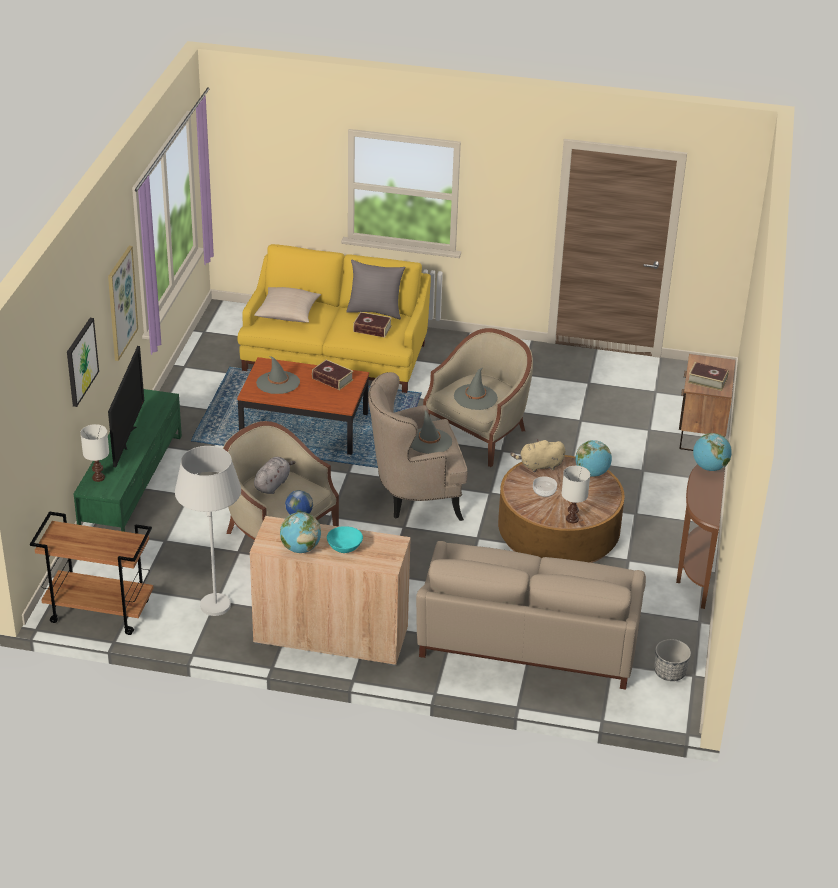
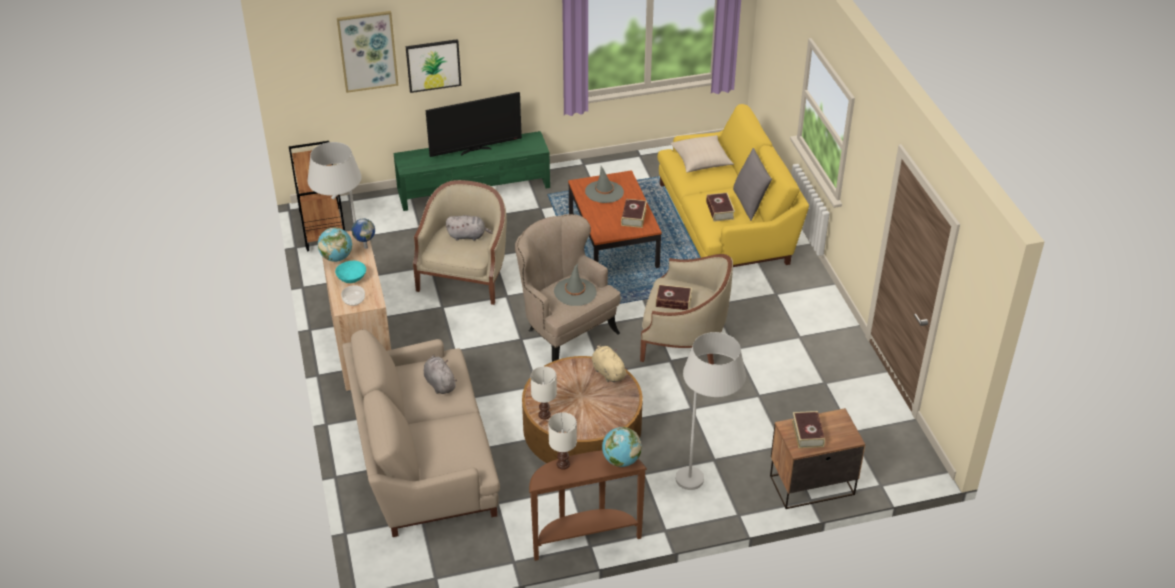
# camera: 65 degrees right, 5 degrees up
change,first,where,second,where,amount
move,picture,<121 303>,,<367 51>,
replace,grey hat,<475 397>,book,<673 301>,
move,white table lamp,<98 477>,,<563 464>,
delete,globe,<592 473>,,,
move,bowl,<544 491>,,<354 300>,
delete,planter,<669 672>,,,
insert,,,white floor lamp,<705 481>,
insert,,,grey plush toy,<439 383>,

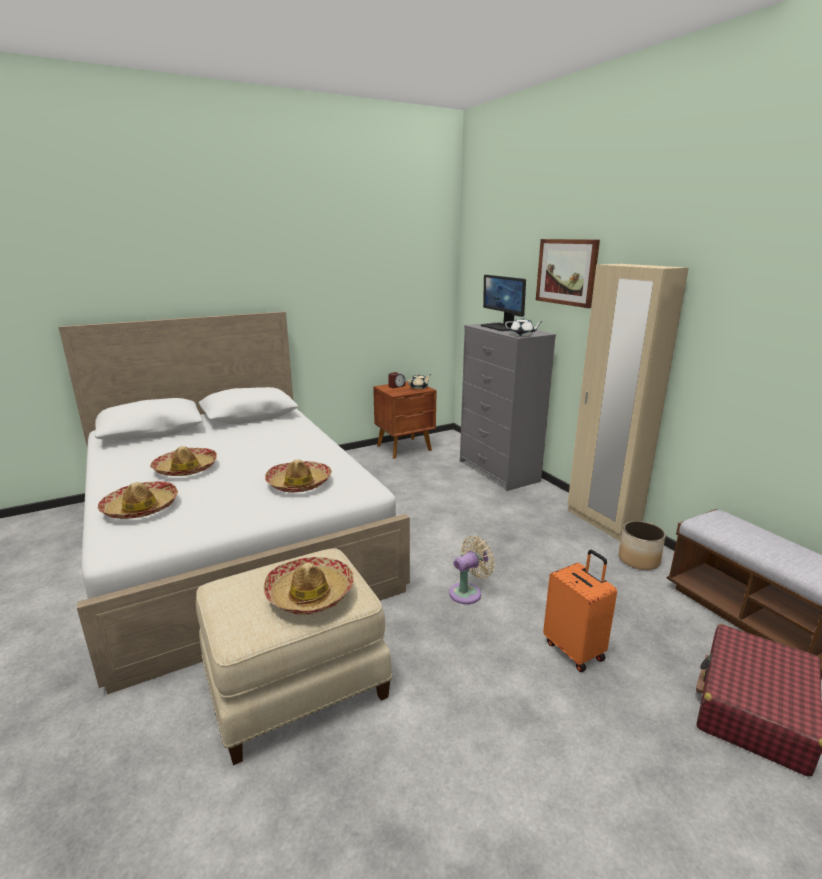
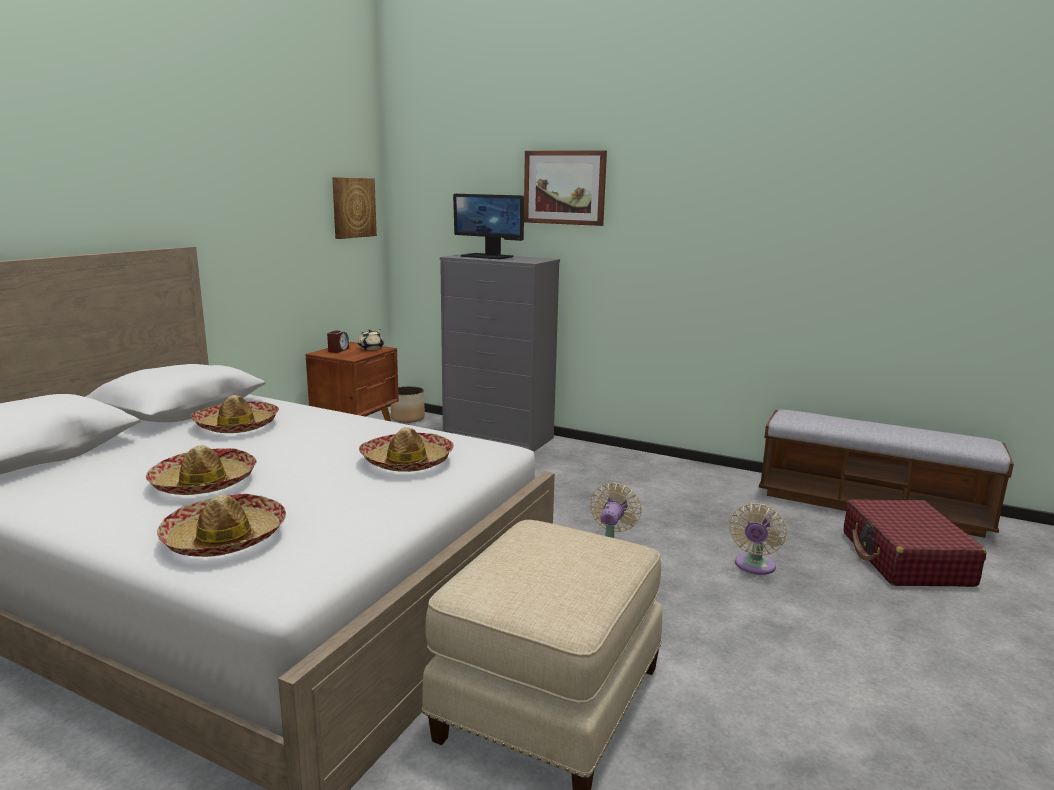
# camera: 35 degrees left, 5 degrees down
change,first,where,second,where,amount
delete,beige wardrobe,<601 522>,,,
delete,white teapot,<522 335>,,,
move,planter,<639 560>,,<408 418>,
replace,orange suitcase,<575 650>,beige fan,<754 566>,
move,hat,<310 593>,,<237 426>,
insert,,,picture,<353 207>,

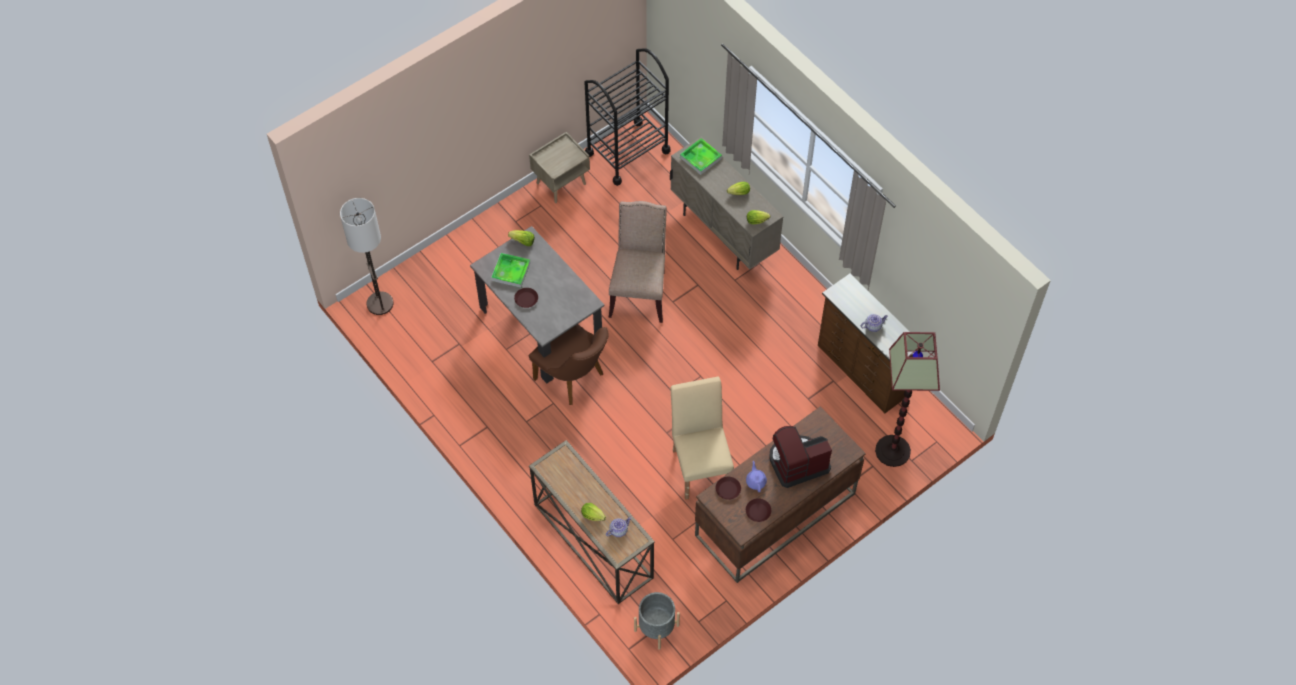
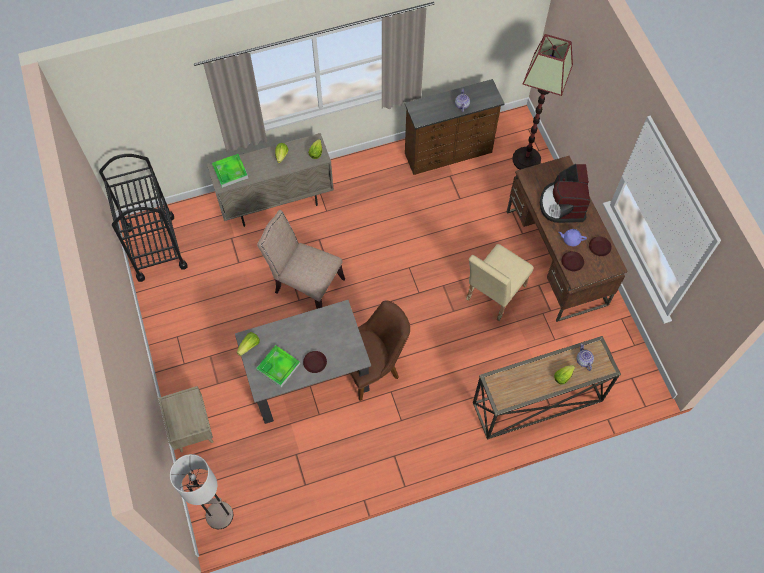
# camera: 70 degrees left, 5 degrees up
change,first,where,second,where,amount
move,beige nightstand,<561 183>,,<192 429>,
rotate,beige chair,<700 465>,,<493 296>,60 degrees counterclockwise
delete,grey planter,<656 628>,,,

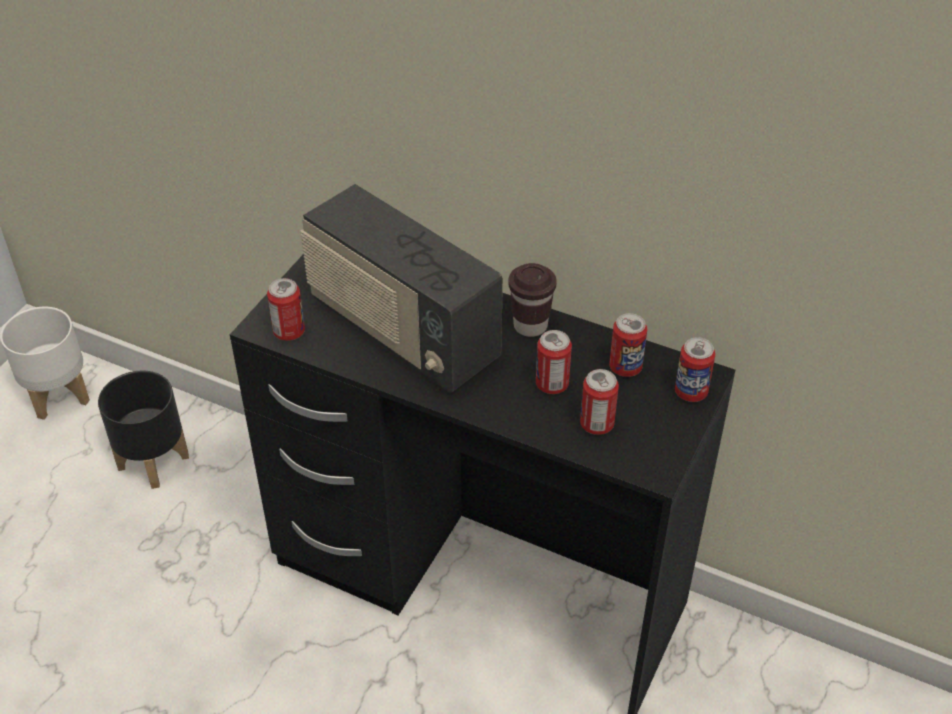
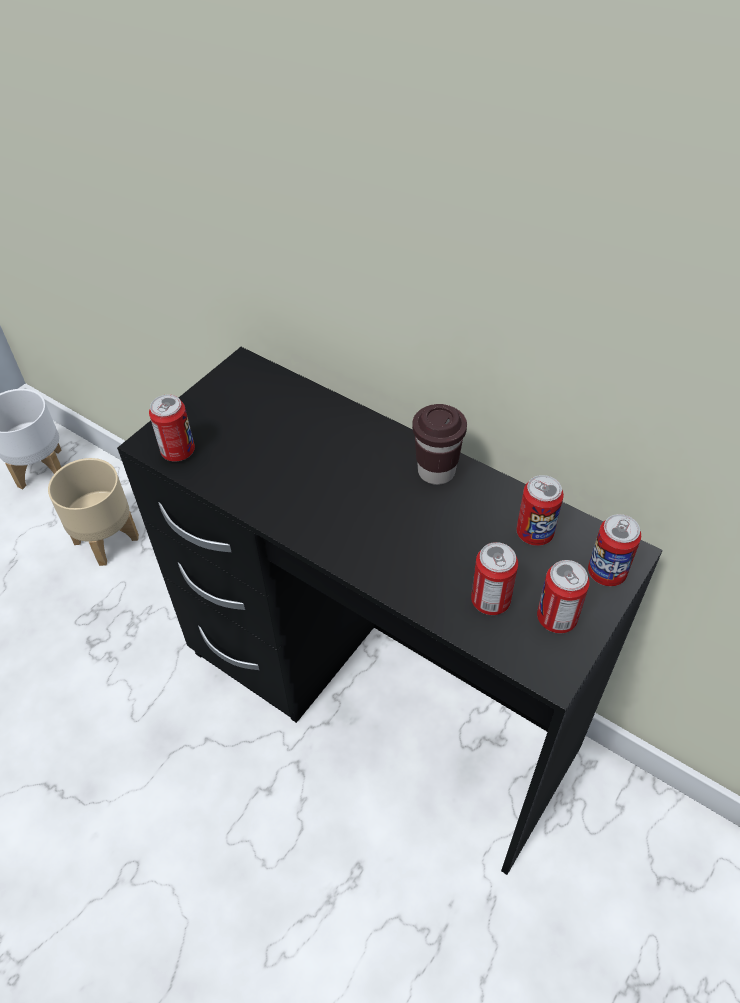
# camera: 10 degrees right, 5 degrees up
change,first,where,second,where,amount
delete,radio,<401 332>,,,
move,can,<552 384>,,<556 618>,
recolor,black planter,<154 461>,beige planter,<107 539>,

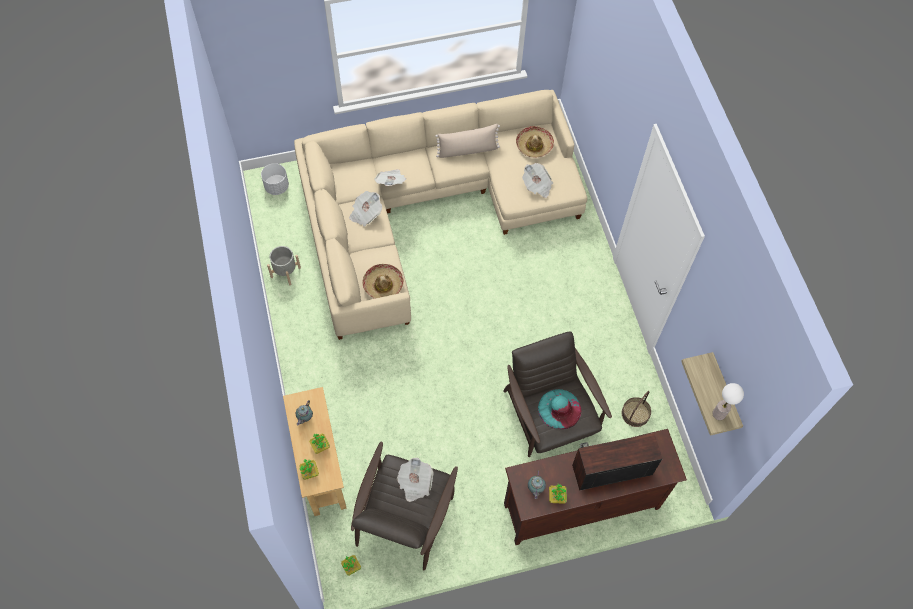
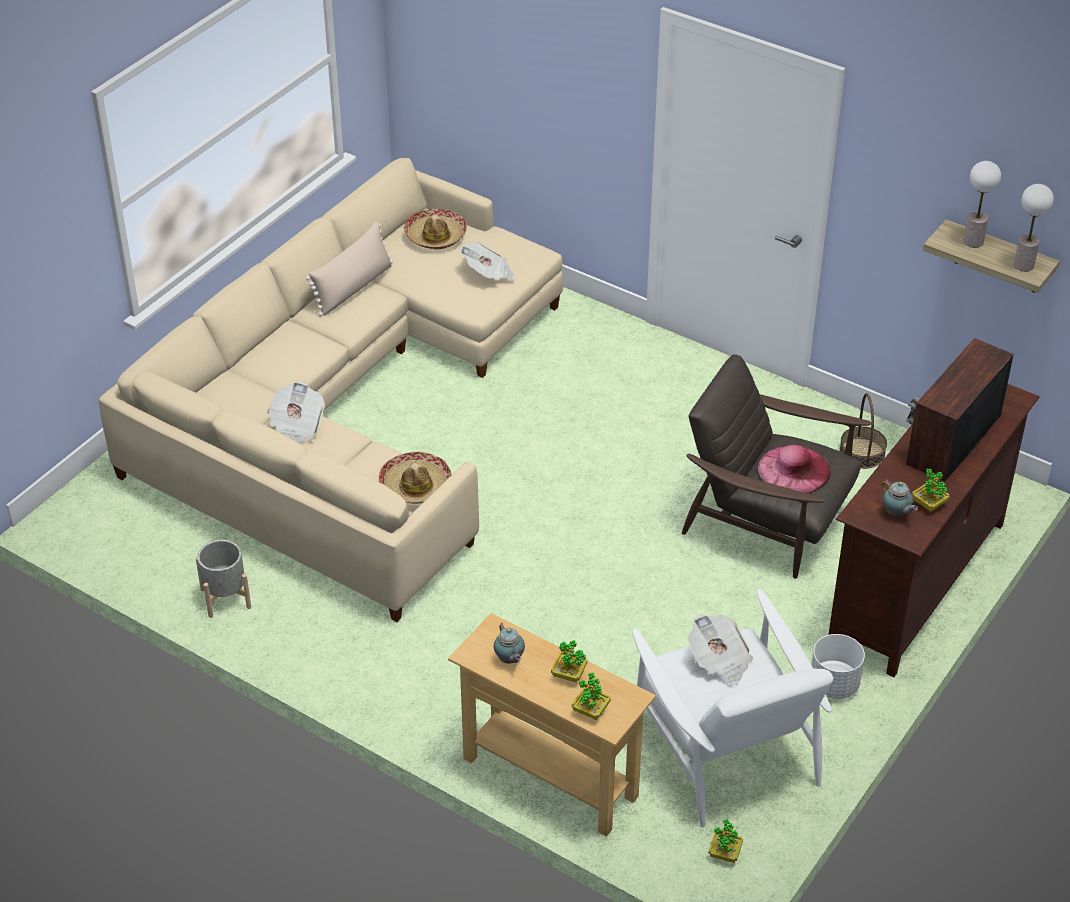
# camera: 40 degrees left, 20 degrees down
change,first,where,second,where,amount
move,white planter,<277 186>,,<834 684>,
delete,newspaper,<391 182>,,,
recolor,turquoise hat,<559 409>,pink hat,<794 470>,
recolor,brown armchair,<404 517>,white armchair,<725 749>,
insert,,,table lamp,<973 242>,

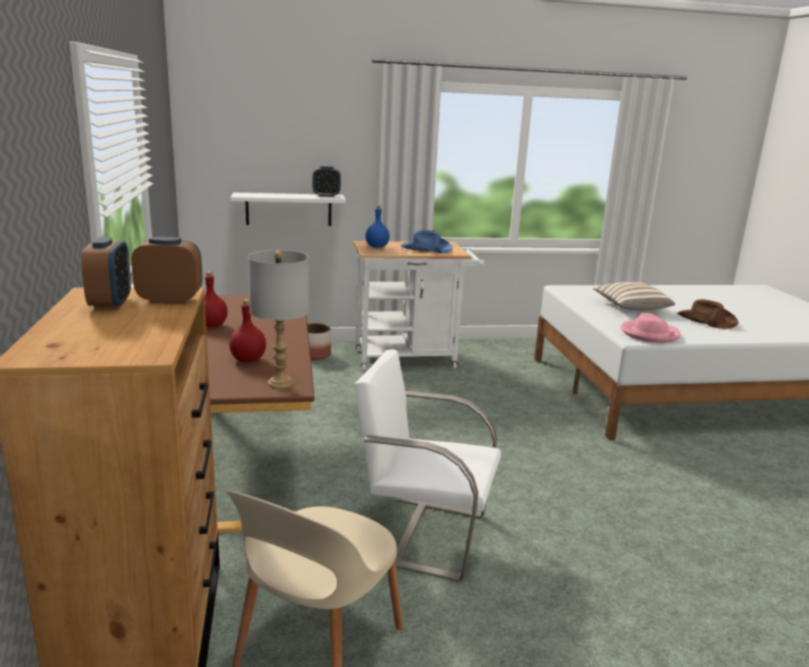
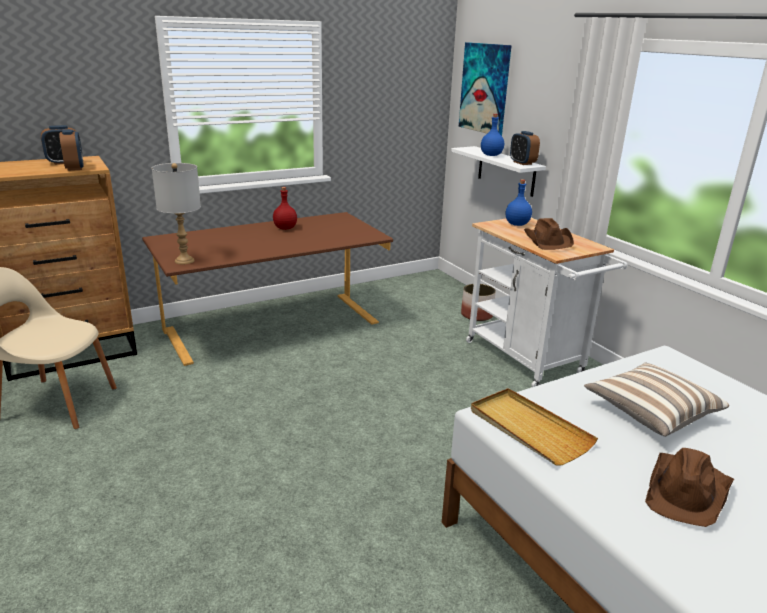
# camera: 70 degrees right, 5 degrees up
change,first,where,second,where,amount
recolor,blue hat,<425 249>,brown hat,<548 241>,
delete,red bottle,<248 360>,,,
replace,pink hat,<649 334>,beige tray,<528 429>,
delete,white chair,<424 534>,,,
insert,,,picture,<485 88>,
insert,,,blue bottle,<491 155>,

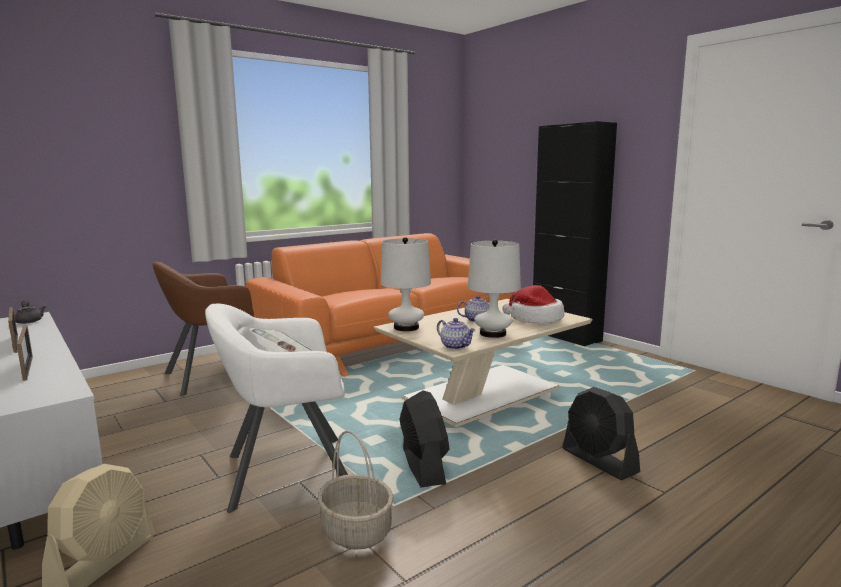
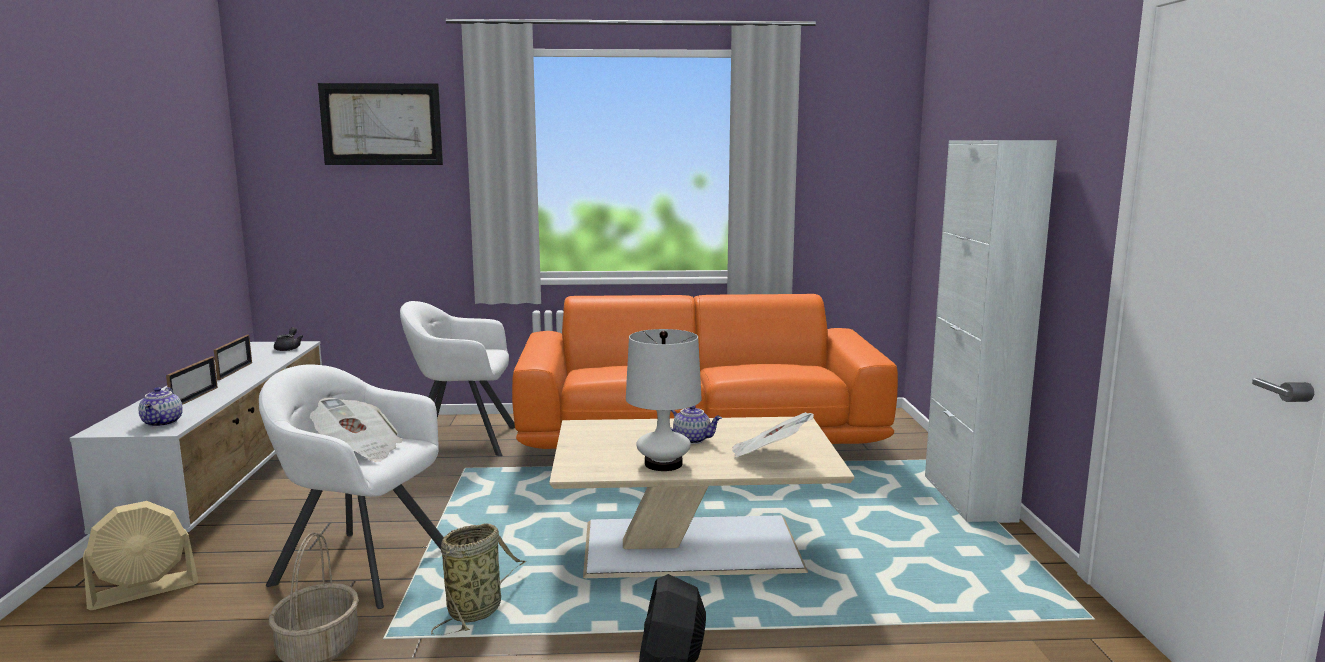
# camera: 35 degrees right, 0 degrees up
change,first,where,second,where,amount
recolor,black cabinet,<566 336>,white cabinet,<969 498>,
delete,white table lamp,<406 327>,,,
recolor,brown armchair,<212 375>,white armchair,<462 440>,
replace,hat,<534 319>,newspaper,<768 456>,
move,teapot,<456 346>,,<163 423>,
replace,black fan,<423 466>,basket,<477 610>,
insert,,,picture,<381 124>,

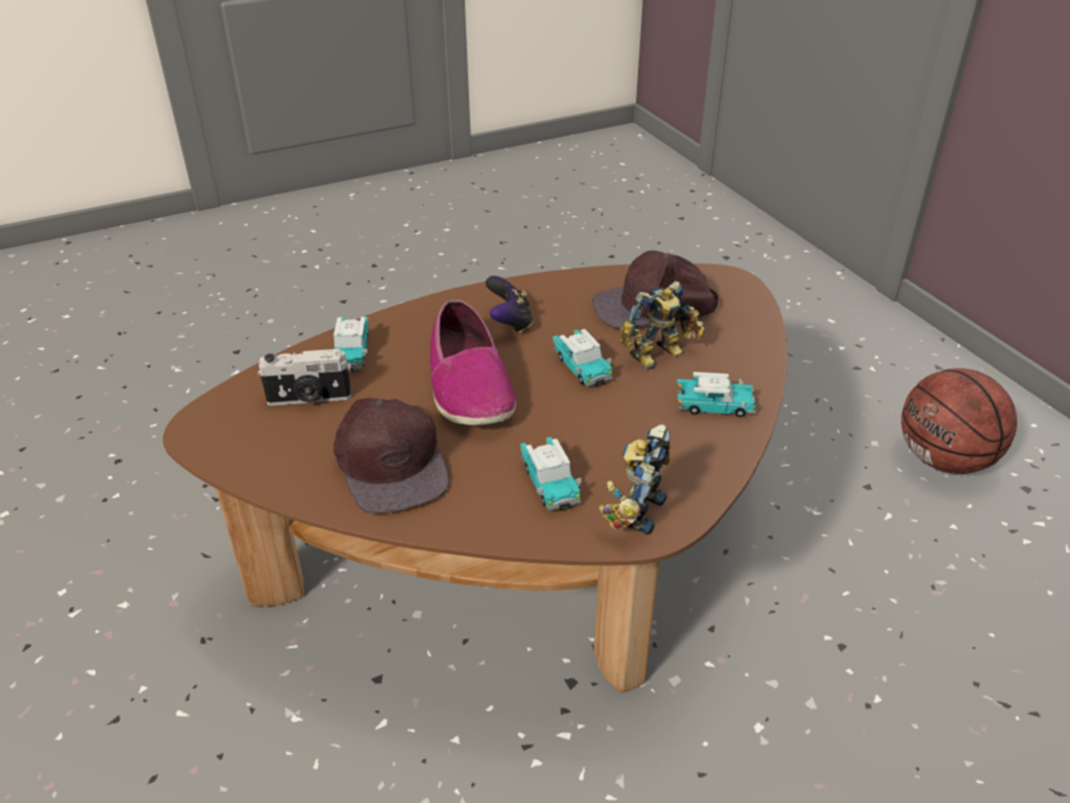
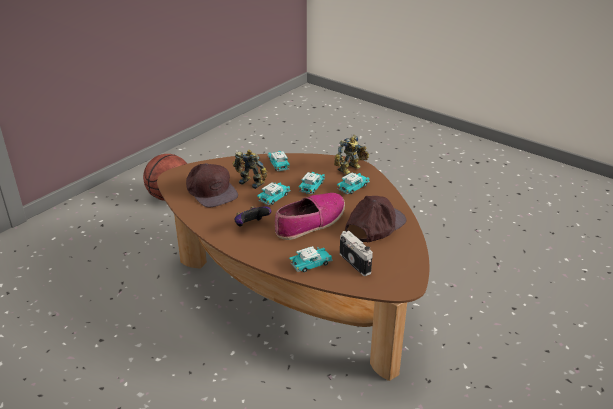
# camera: 115 degrees left, 5 degrees down
change,first,where,second,where,amount
rotate,toy robot,<635 510>,,<351 169>,45 degrees counterclockwise
insert,,,toy car,<312 187>,

